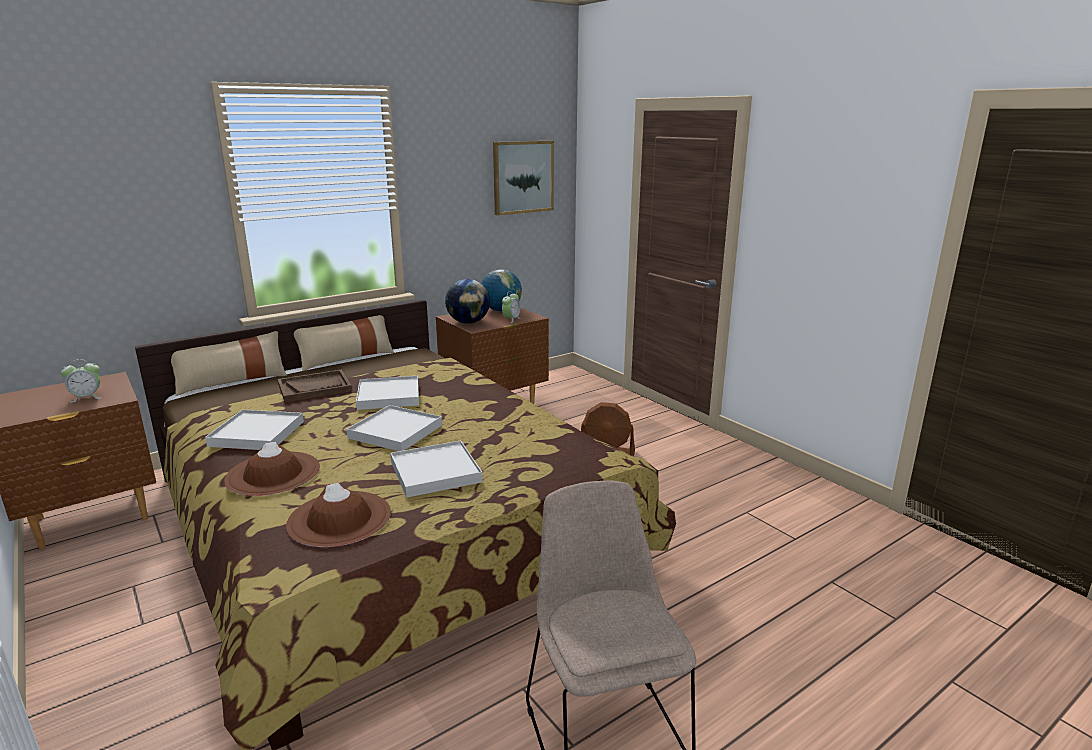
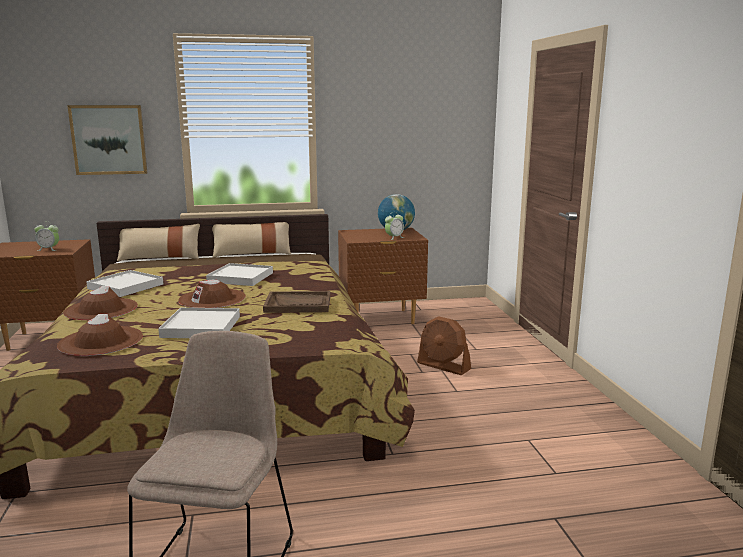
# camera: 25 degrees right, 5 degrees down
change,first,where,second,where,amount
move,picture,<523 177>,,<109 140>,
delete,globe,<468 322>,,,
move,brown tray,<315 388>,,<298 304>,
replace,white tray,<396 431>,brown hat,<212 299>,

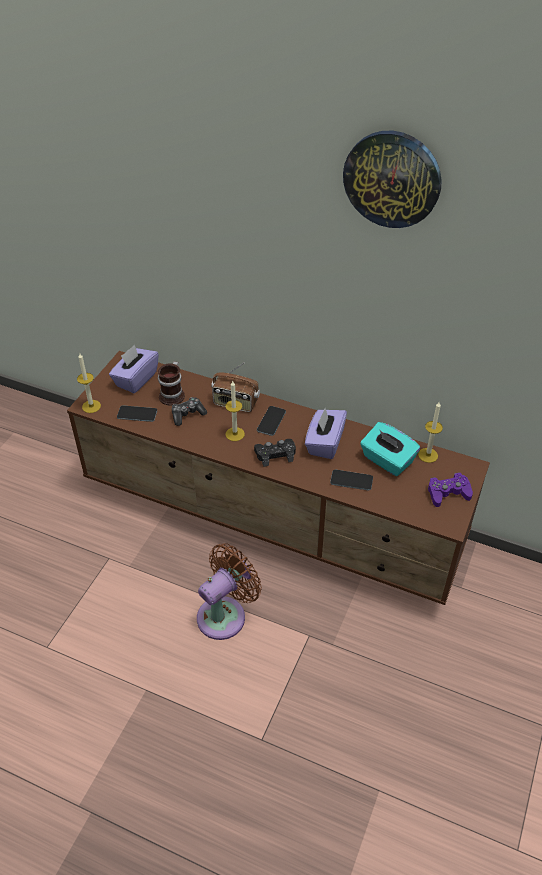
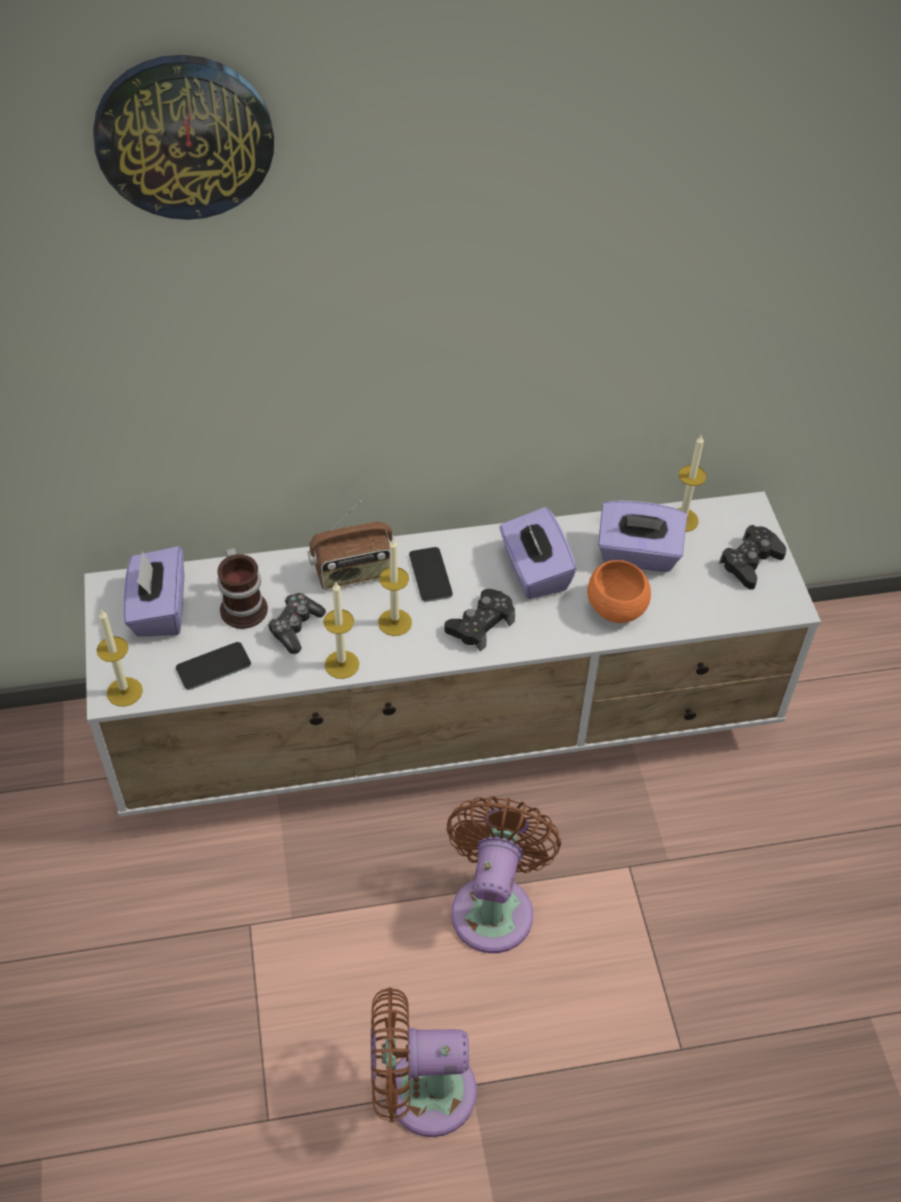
# camera: 35 degrees left, 5 degrees up
change,first,where,second,where,amount
move,wall clock,<392 179>,,<184 137>,
recolor,brown tv stand,<273 521>,white tv stand,<450 728>,
recolor,turquoise tissue box,<387 460>,purple tissue box,<637 555>,
replace,phone,<351 480>,orange bowl,<616 608>,
recolor,purple game controller,<448 493>,black game controller,<750 562>,
insert,,,candle,<342 664>,
insert,,,brown fan,<420 1091>,

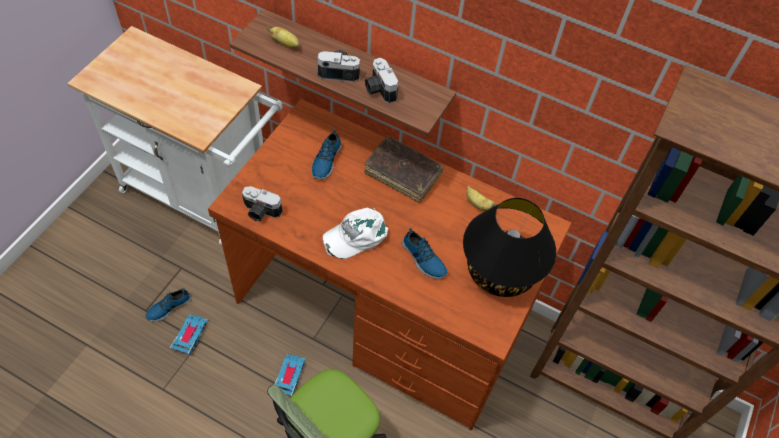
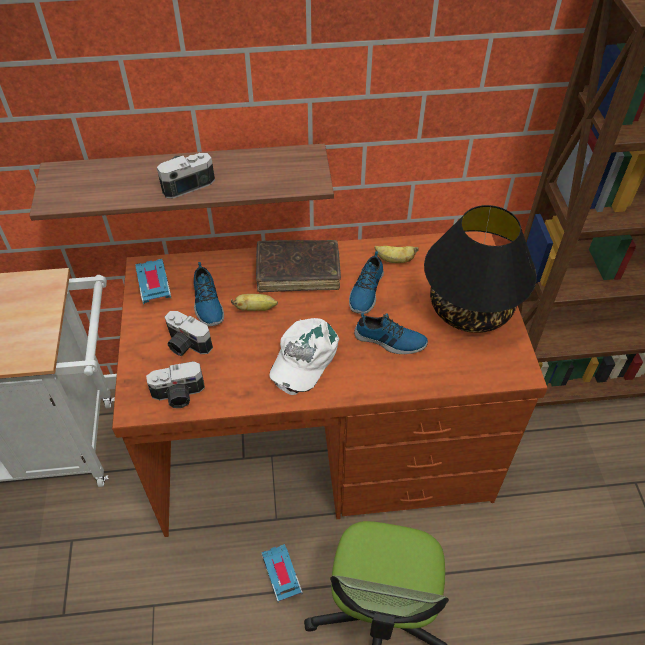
# camera: 30 degrees left, 5 degrees down
change,first,where,second,where,amount
move,banana,<285 44>,,<256 308>,
move,photo camera,<379 89>,,<186 345>,
move,shoe,<168 307>,,<365 291>,
move,toy car,<190 335>,,<153 284>,

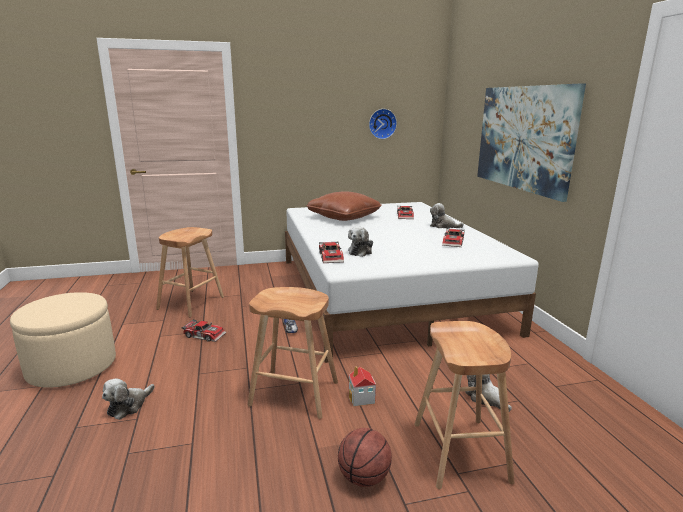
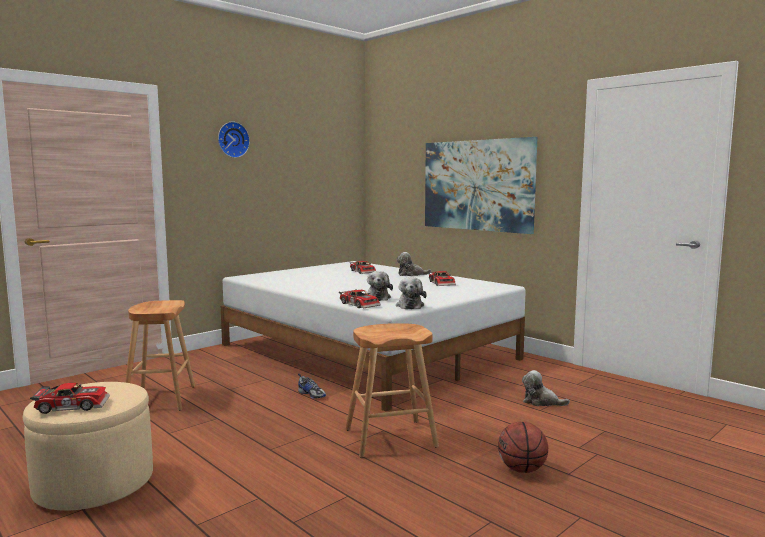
# camera: 30 degrees left, 10 degrees down
change,first,where,second,where,amount
move,wall clock,<382 123>,,<232 139>,
delete,brown pillow,<344 217>,,,
move,toy car,<205 334>,,<73 405>,
delete,brown stool,<459 451>,,,
delete,toy house,<361 398>,,,
move,plush toy,<128 406>,,<410 305>,

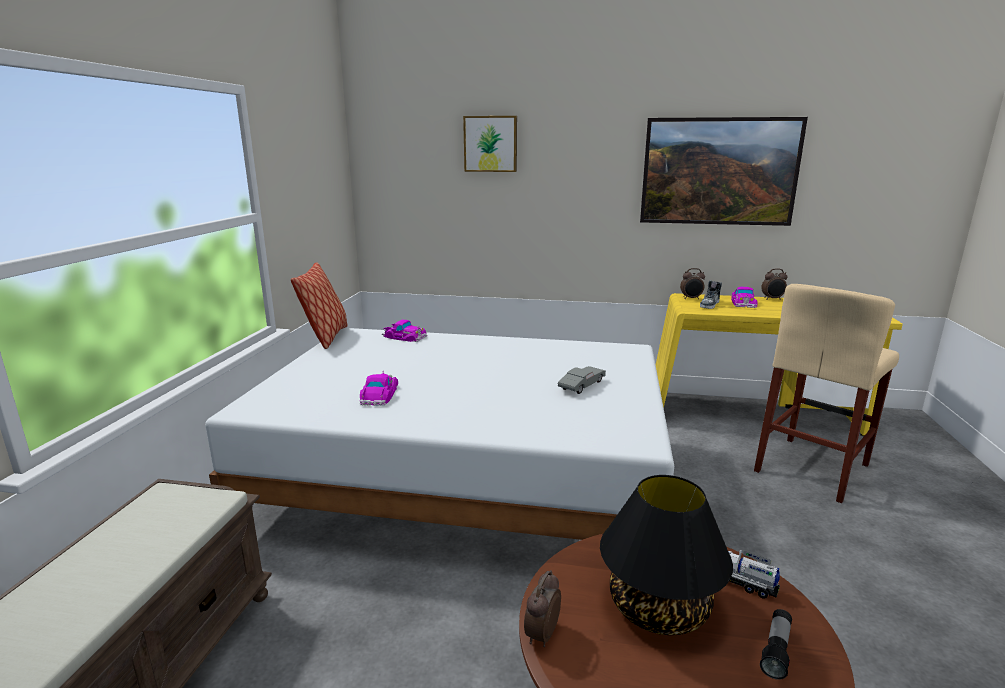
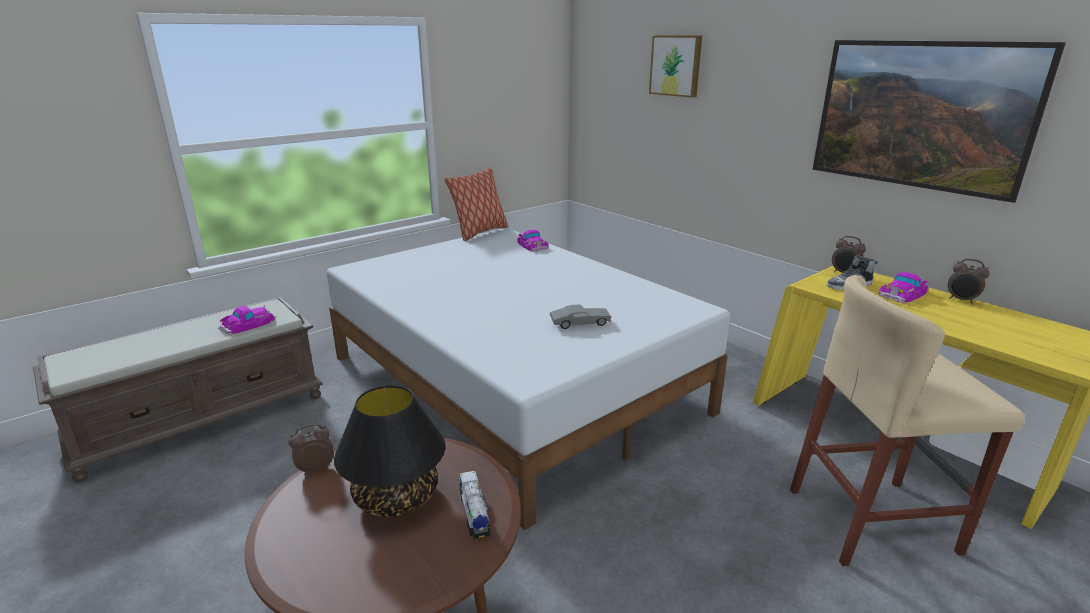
# camera: 40 degrees right, 5 degrees up
change,first,where,second,where,amount
move,toy car,<379 394>,,<248 324>,
delete,flashlight,<776 650>,,,

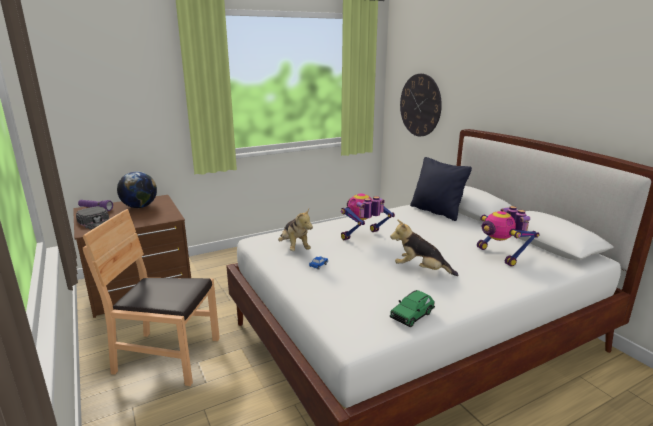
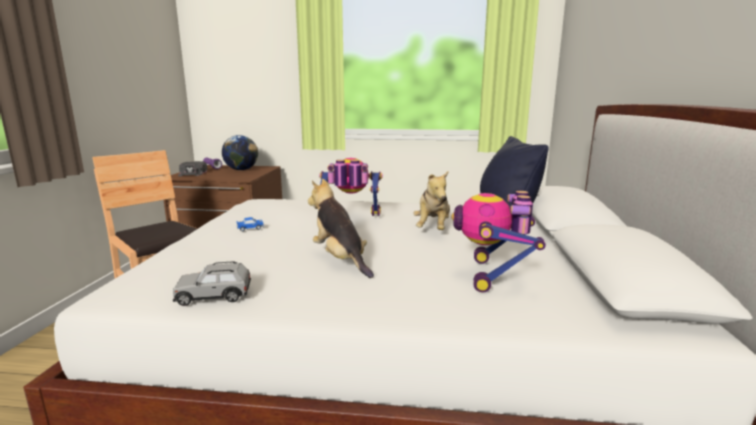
# camera: 35 degrees right, 5 degrees down
change,first,where,second,where,amount
delete,wall clock,<420 105>,,,
move,plush toy,<294 248>,,<433 229>,
recolor,green toy car,<412 315>,grey toy car,<214 296>,

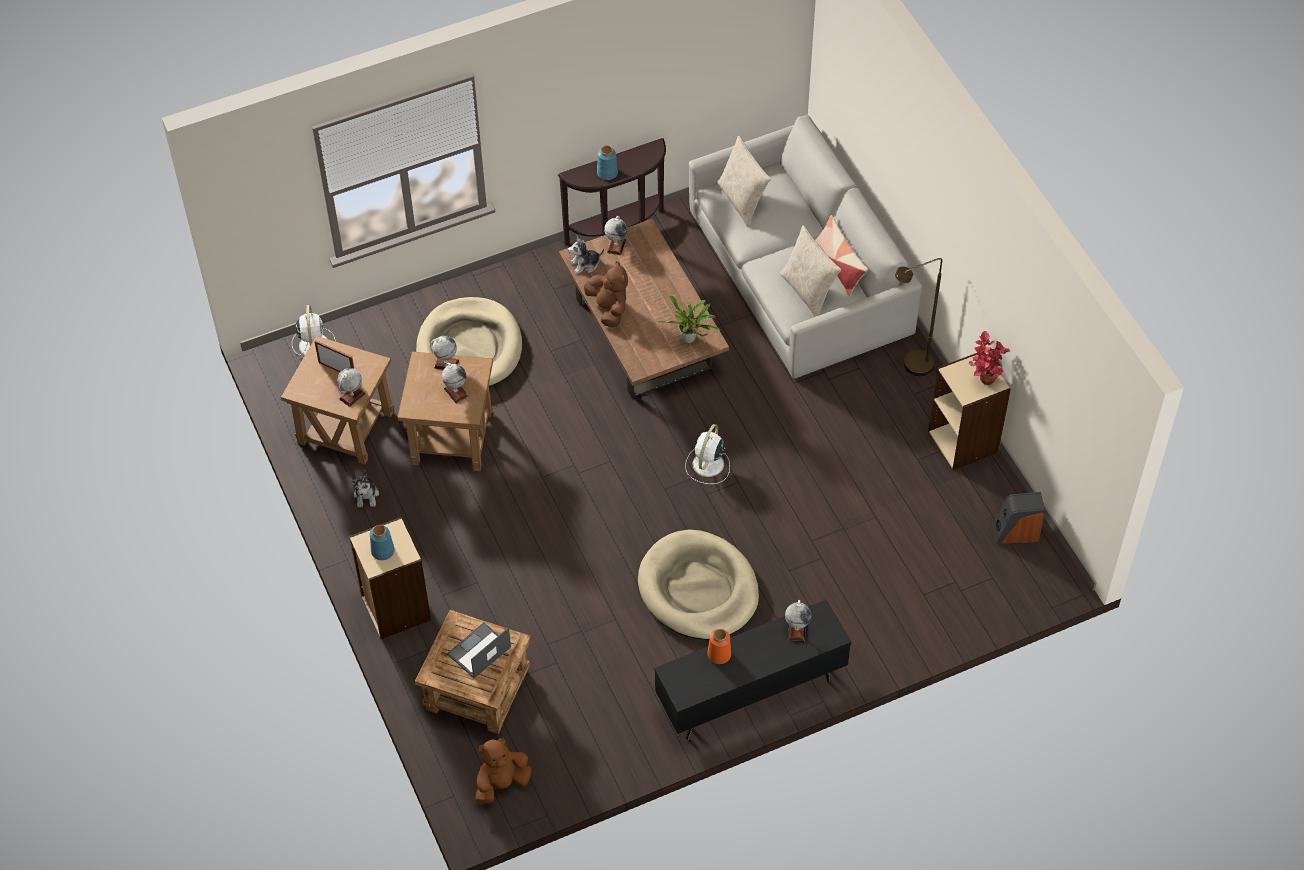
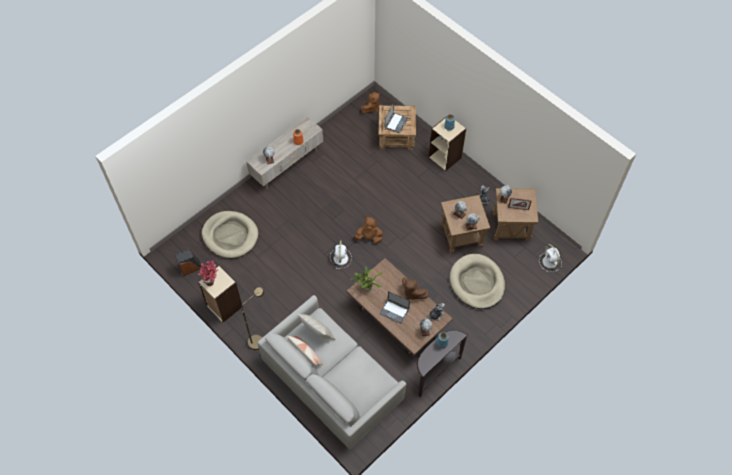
# camera: 160 degrees right, 5 degrees up
change,first,where,second,where,amount
delete,beige pillow,<742 201>,,,
move,beige dog bed,<698 589>,,<230 236>,
recolor,black tv stand,<750 695>,beige tv stand,<287 165>,
insert,,,brown plush toy,<369 237>,
insert,,,laptop,<394 311>,

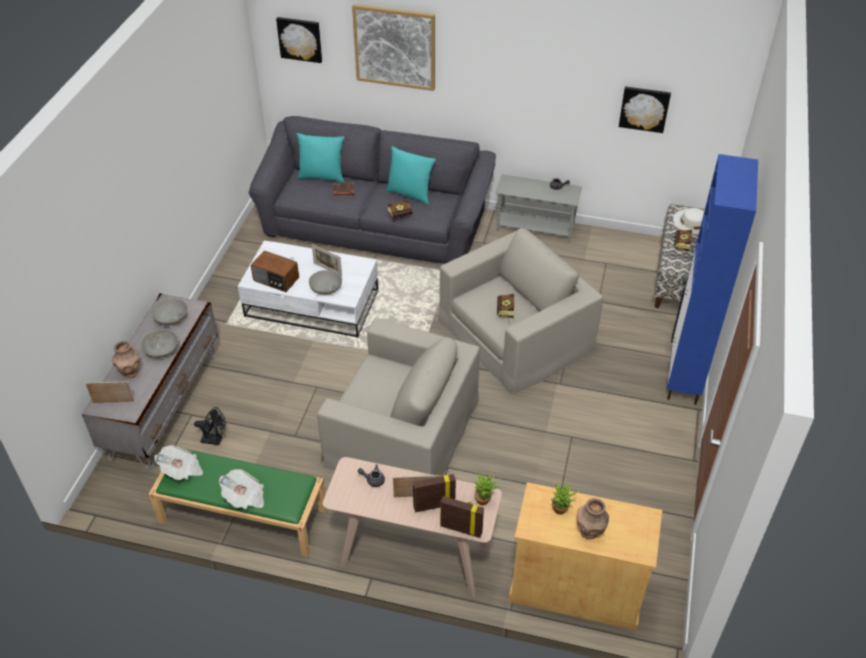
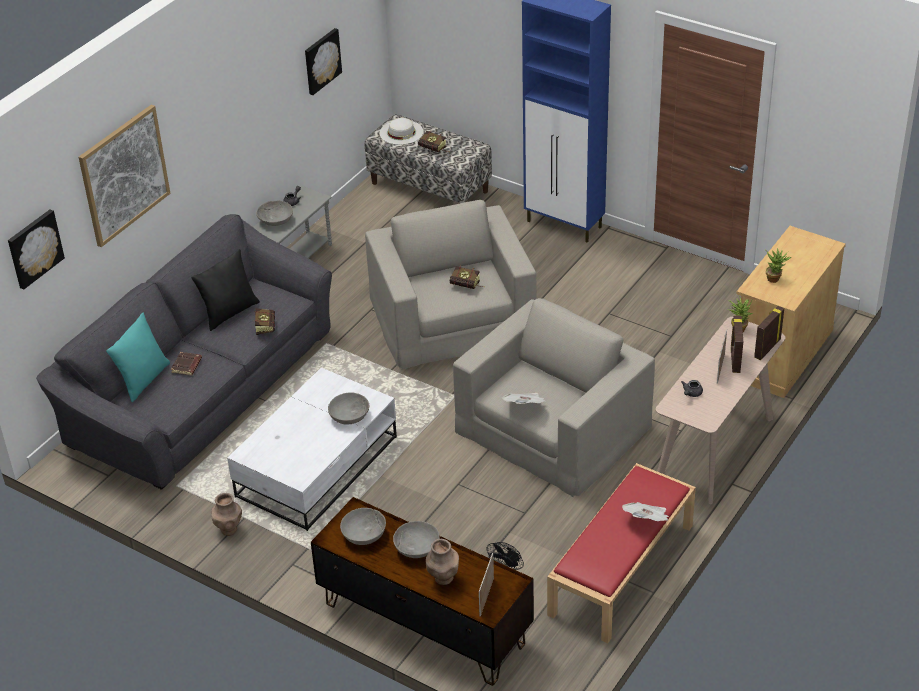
# camera: 70 degrees left, 5 degrees down
change,first,where,second,where,amount
recolor,turquoise pillow,<410 194>,black pillow,<229 313>,
delete,picture frame,<327 269>,,,
delete,radio,<276 280>,,,
recolor,grey tv stand,<164 404>,brown tv stand,<424 622>,
move,newspaper,<181 470>,,<525 407>,
recolor,green bench,<242 515>,red bench,<621 570>,
move,brown vase,<589 532>,,<229 529>,
insert,,,grey bowl,<275 220>,

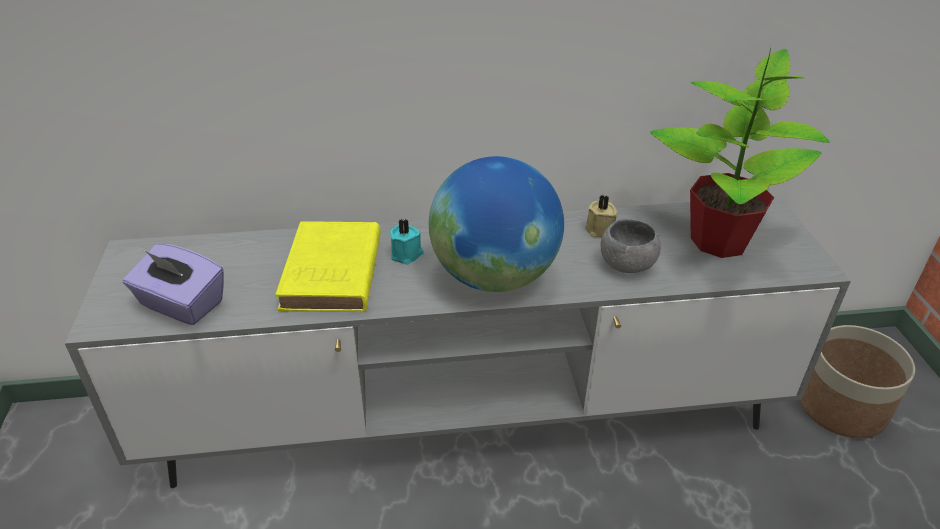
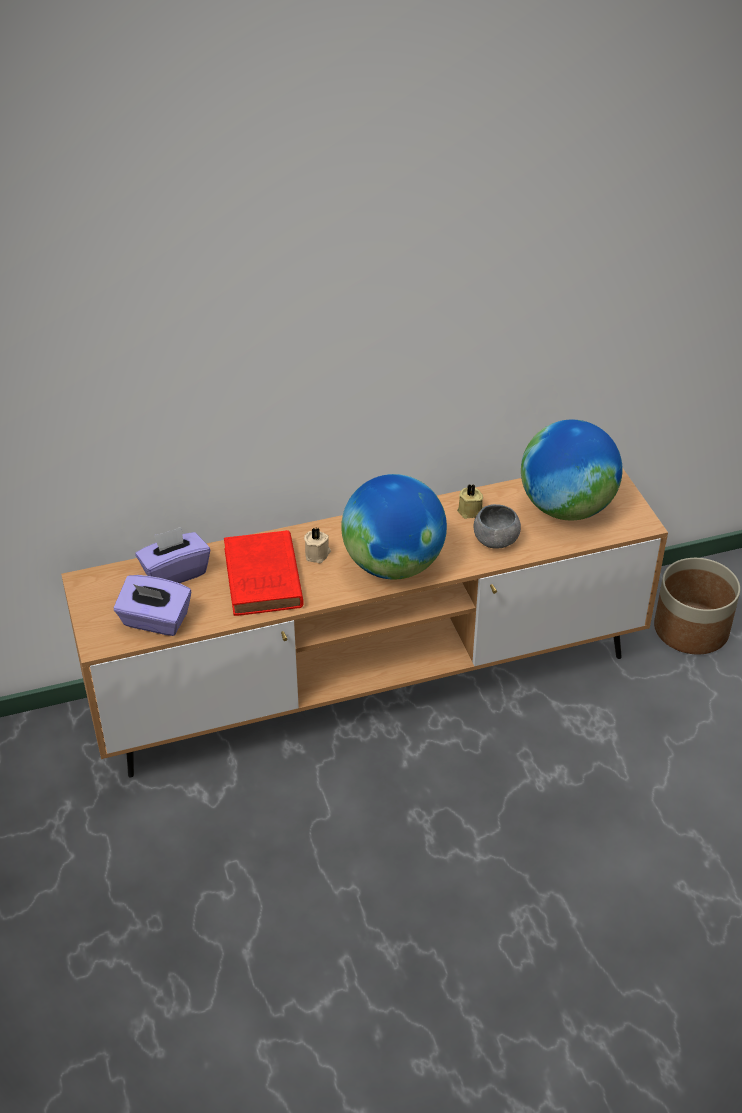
# camera: 10 degrees left, 5 degrees up
change,first,where,second,where,amount
replace,potted plant,<719 240>,globe,<567 508>,
recolor,grey tv stand,<468 419>,brown tv stand,<370 685>,
recolor,turquoise candle,<407 254>,beige candle,<318 554>,
recolor,yellow book,<332 275>,red book,<263 580>,
insert,,,purple tissue box,<175 573>,

